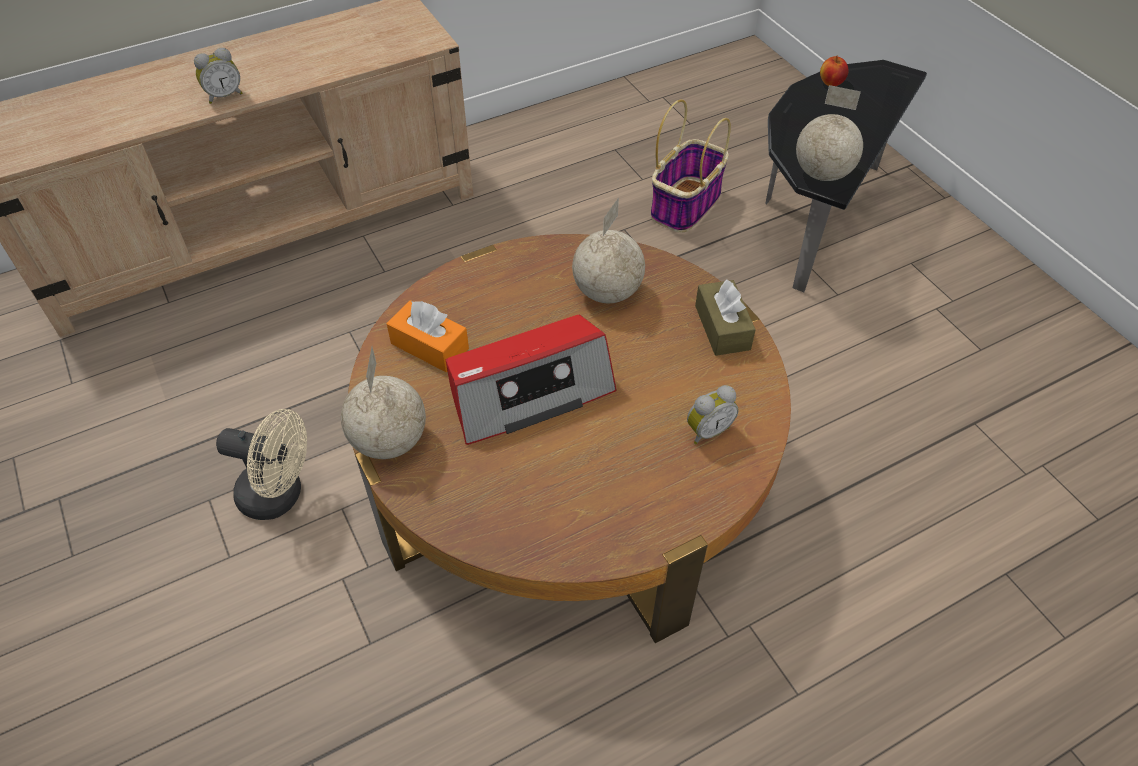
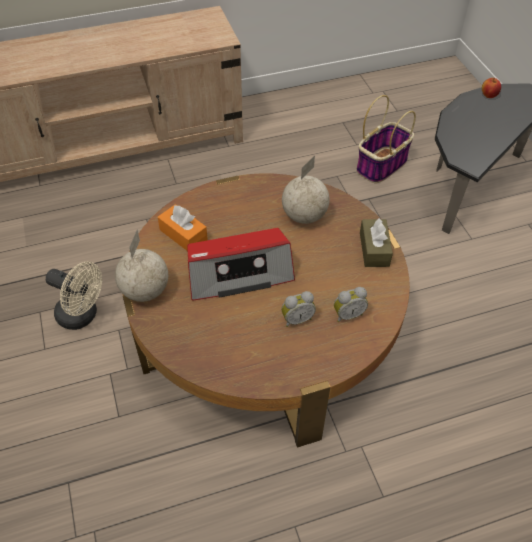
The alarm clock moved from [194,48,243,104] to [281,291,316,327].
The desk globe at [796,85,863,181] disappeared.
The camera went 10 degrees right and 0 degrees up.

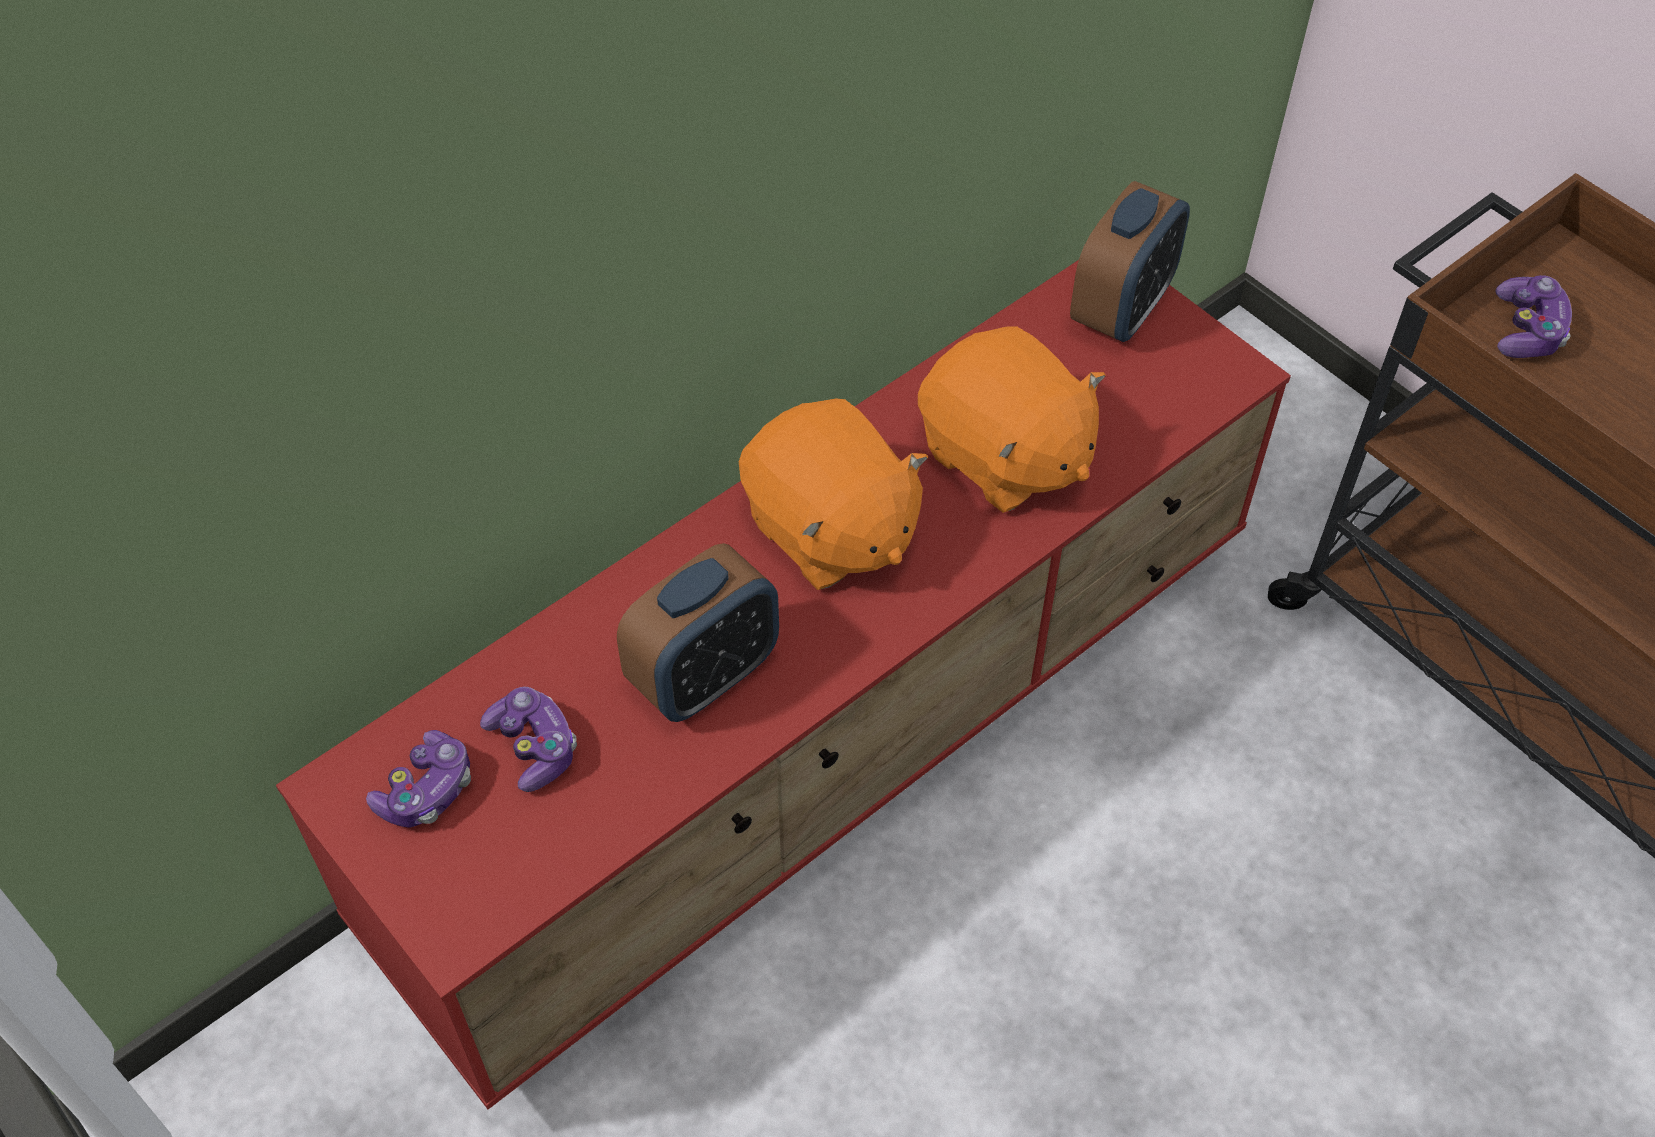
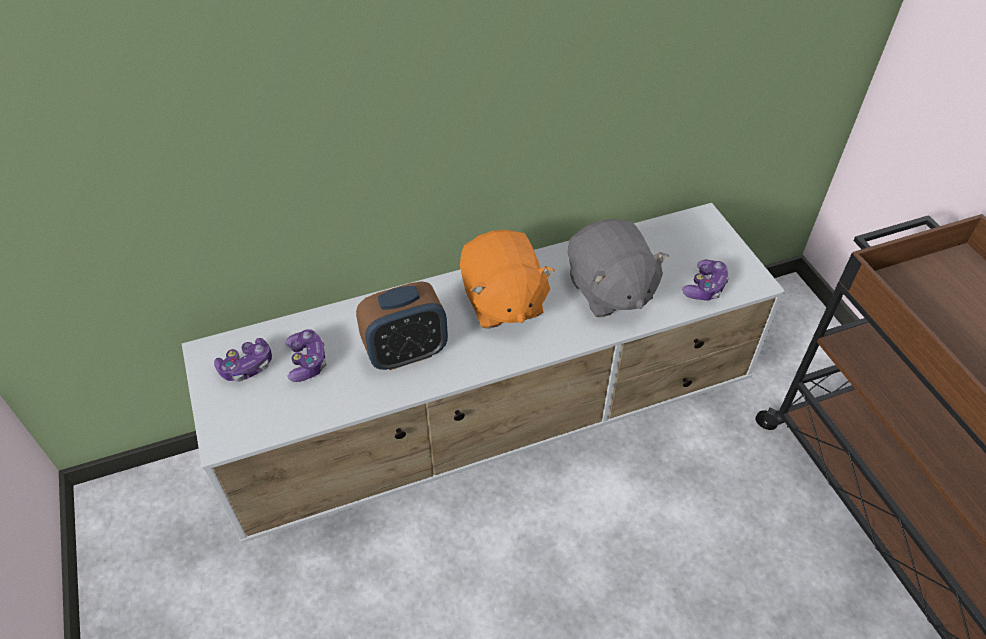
The red-coloured tv stand at [276,260,1291,1109] became the white tv stand at [182,203,785,544].
The orange-coloured cuddly toy at [918,326,1105,513] became the gray cuddly toy at [568,219,669,317].
The gamepad moved from [1495,275,1572,358] to [682,259,729,301].
The alarm clock at [1070,181,1190,342] disappeared.
The camera went 20 degrees right and 5 degrees down.

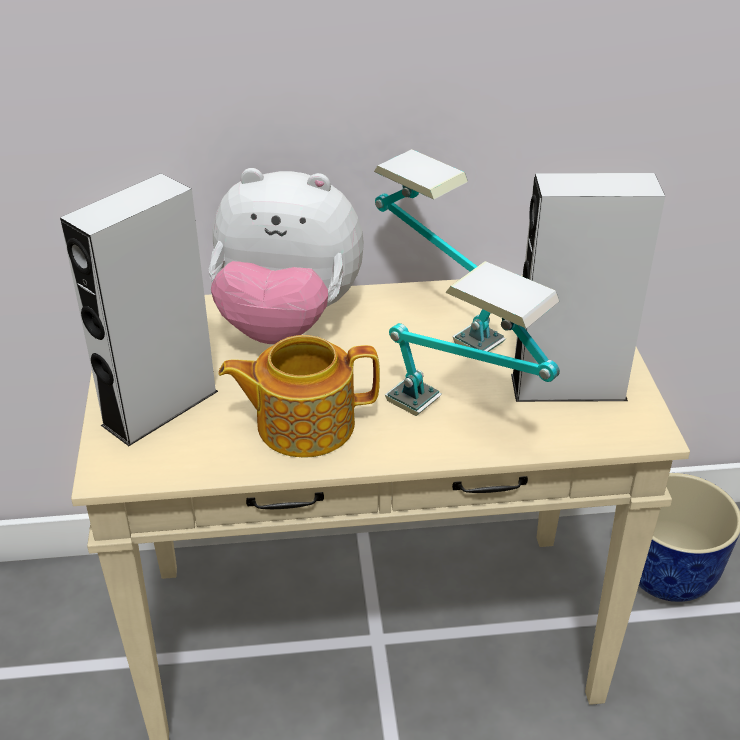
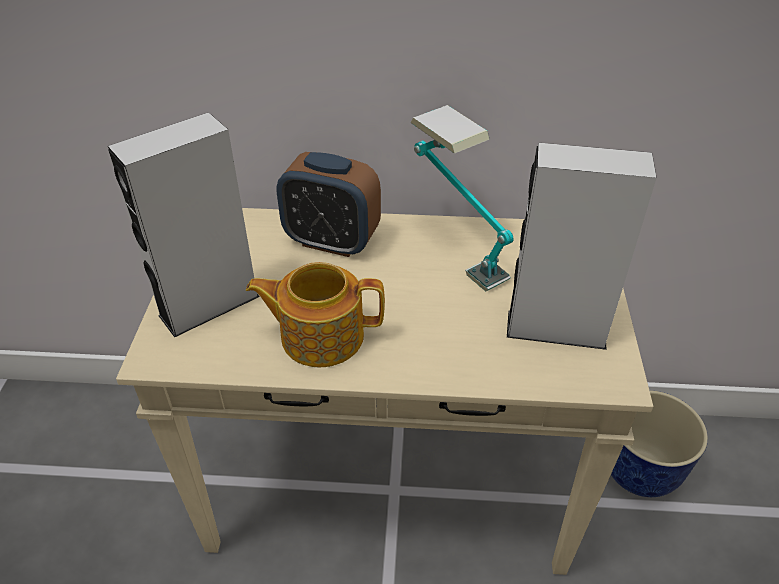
The cuddly toy at [209,168,364,344] was replaced by the alarm clock at [277,152,381,257].
The tabletop lamp at [385,261,560,416] disappeared.
The camera went 10 degrees right and 5 degrees up.

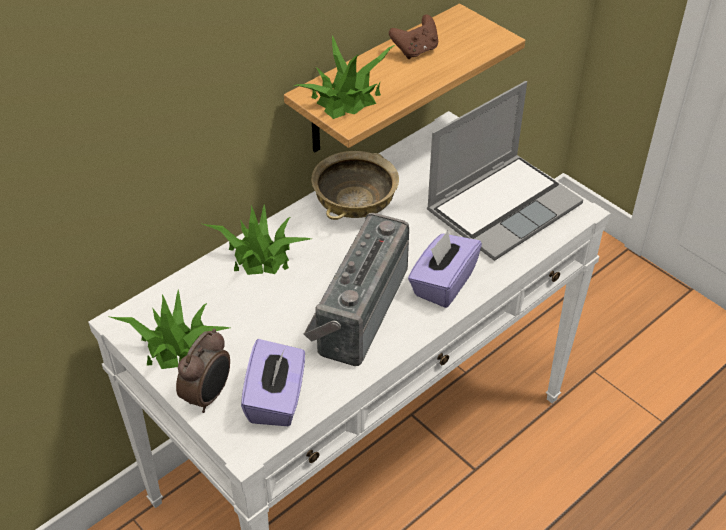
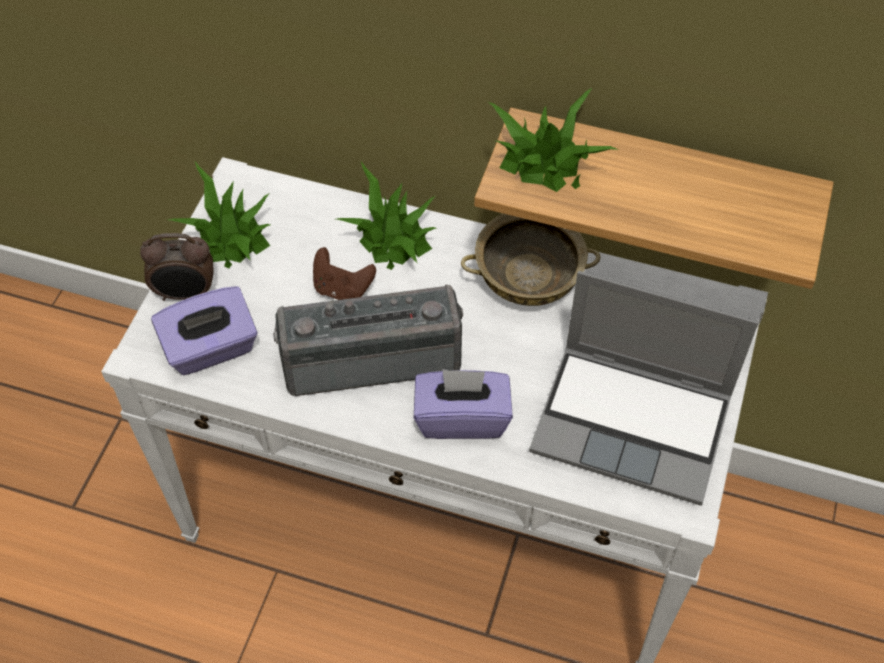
The brownish gamepad moved from [389,14,438,59] to [313,247,376,300].
The camera went 60 degrees right and 10 degrees up.

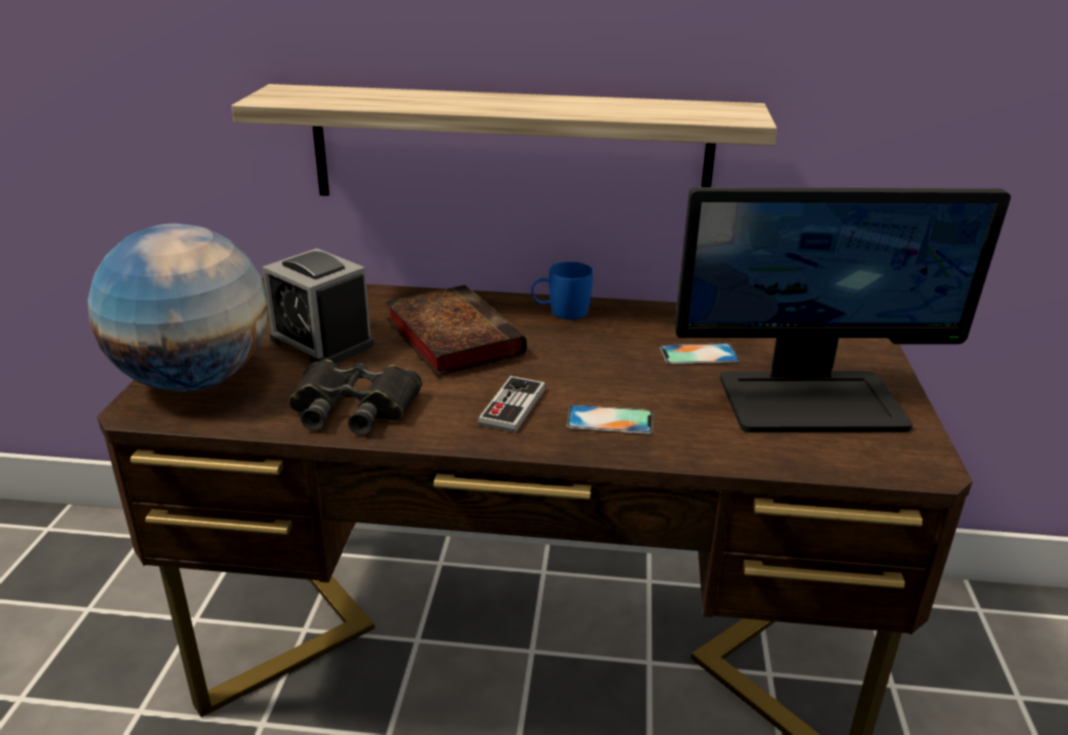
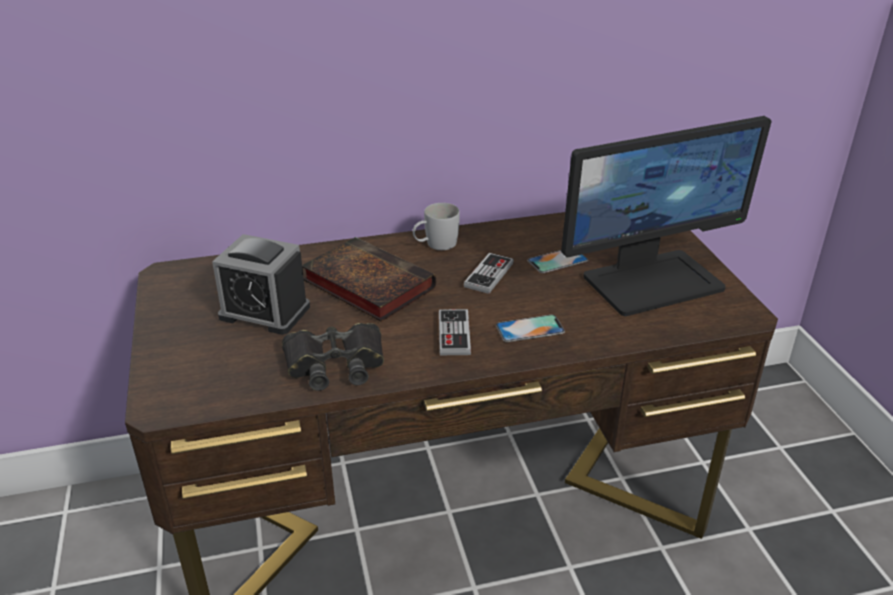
The blue mug at [531,262,593,320] became the white mug at [413,203,460,250].
The gamepad at [464,253,514,294] appeared.
The desk globe at [88,224,267,392] disappeared.
The bracket shelf at [231,84,777,196] disappeared.
The camera went 20 degrees left and 5 degrees up.

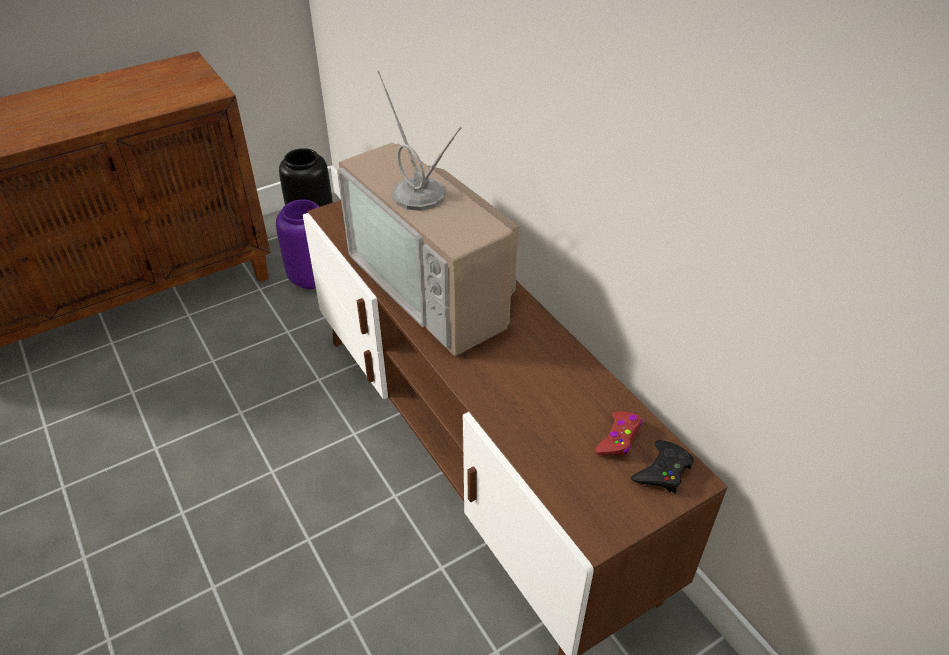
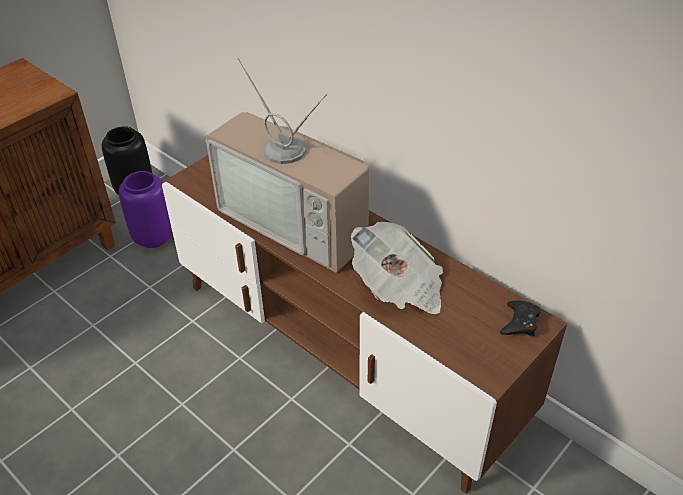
The newspaper at [351,222,443,314] appeared.
The red-coloured gamepad at [595,411,642,455] disappeared.
The camera went 15 degrees left and 0 degrees up.

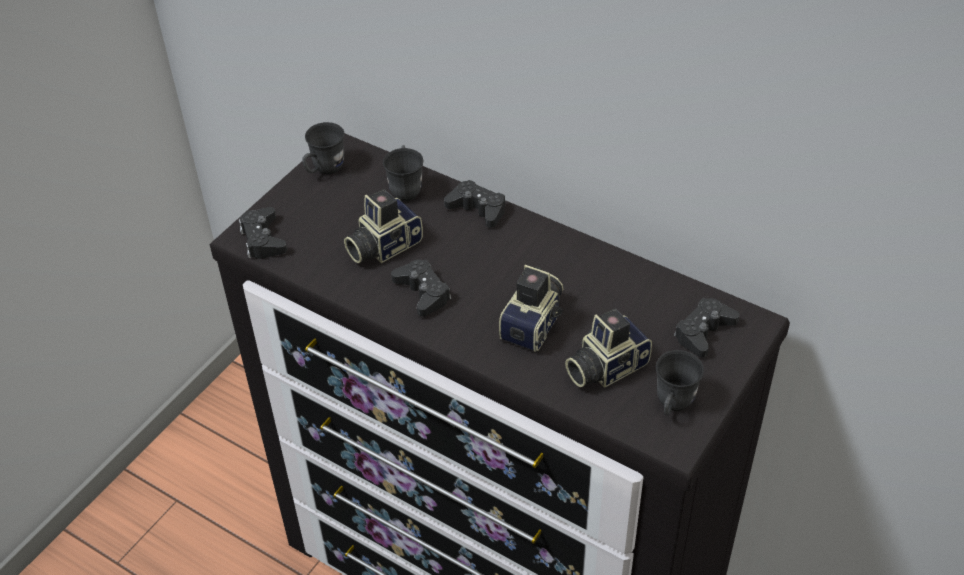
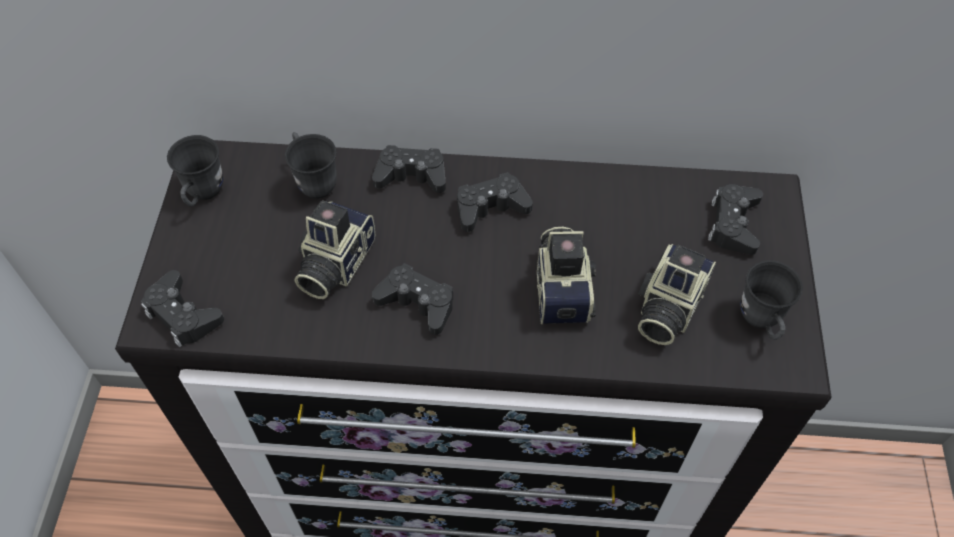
The black gamepad at [457,172,533,232] appeared.
The camera went 30 degrees left and 10 degrees up.

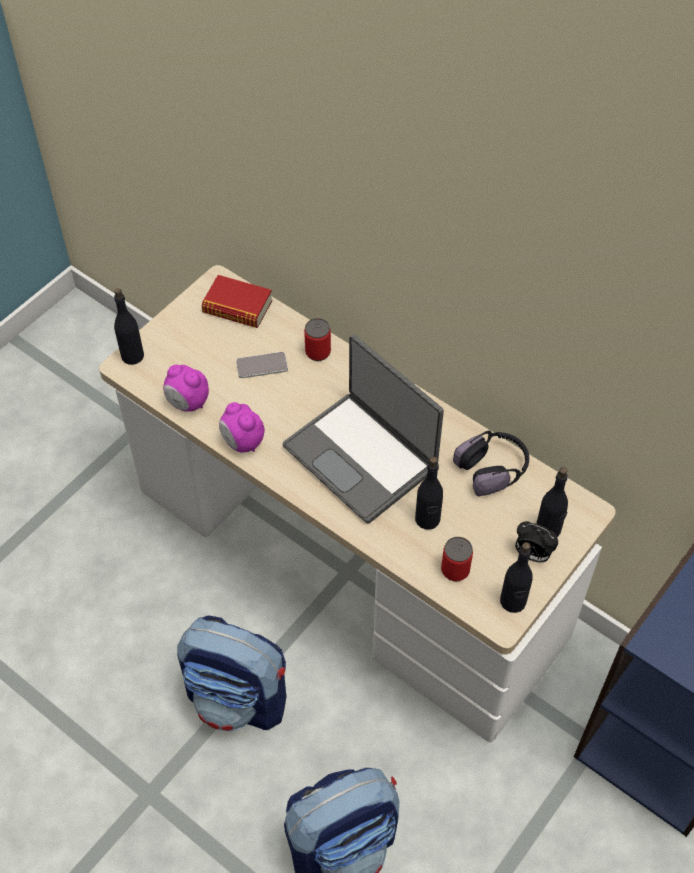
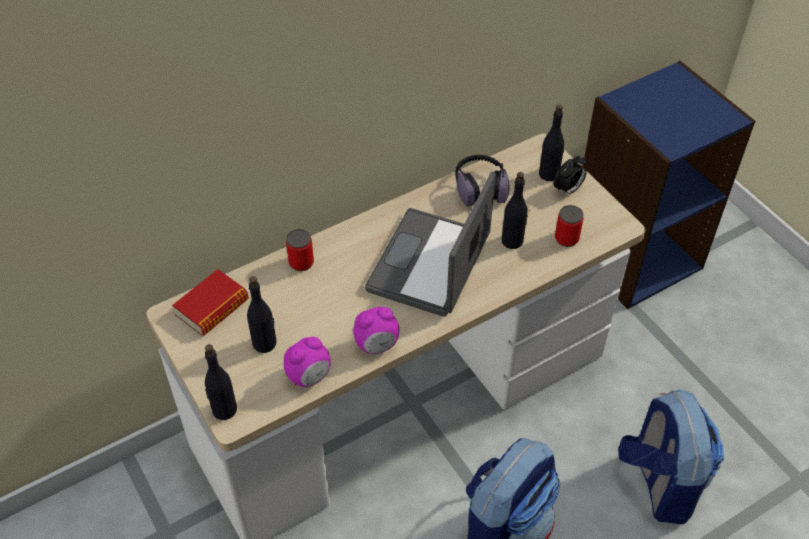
The black drink bottle moved from [500,542,533,613] to [247,276,277,353].
The laptop at [282,334,444,523] turned 135 degrees clockwise.
The phone at [236,352,288,378] disappeared.
The camera went 70 degrees left and 5 degrees down.

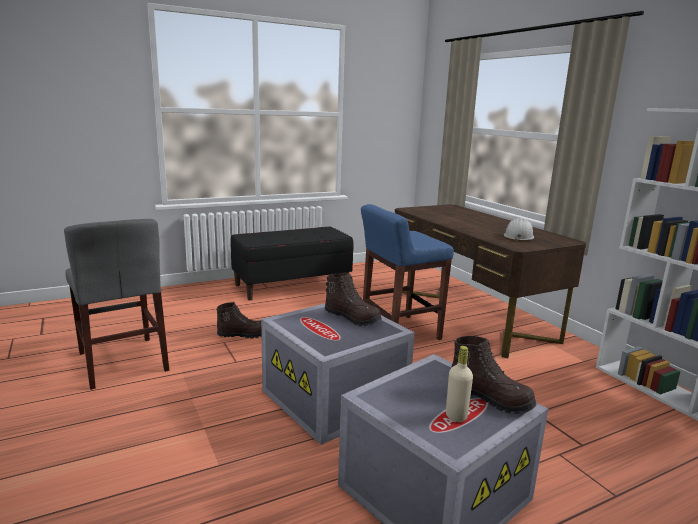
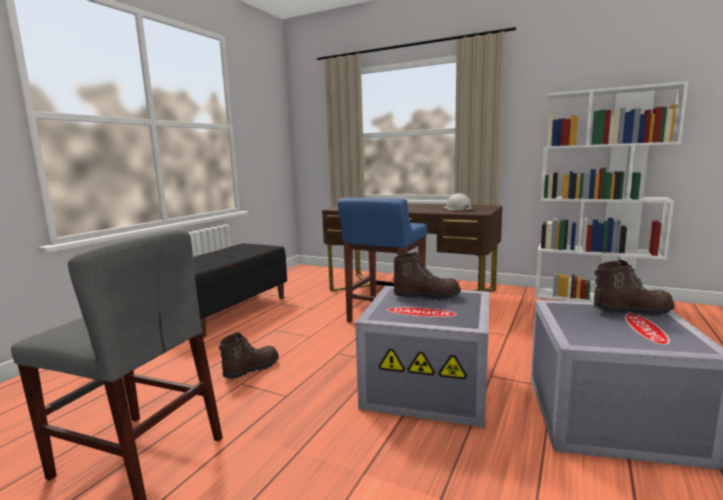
The beige-coloured drink bottle at [446,346,473,422] disappeared.
The camera went 35 degrees left and 5 degrees down.

